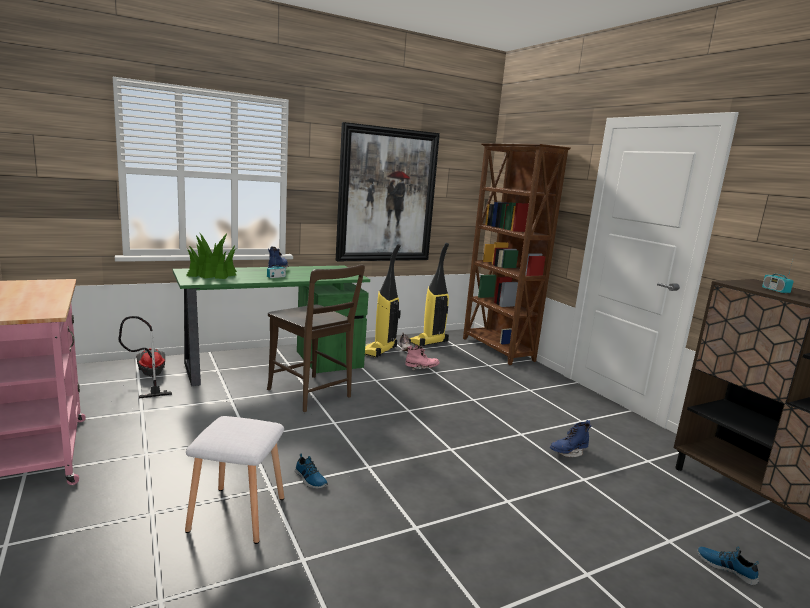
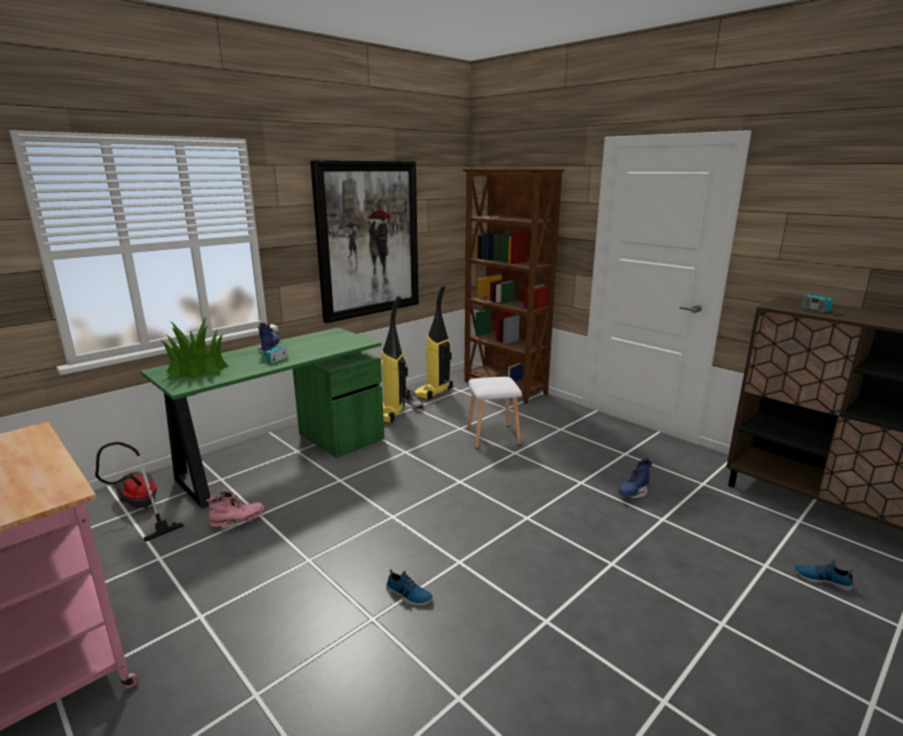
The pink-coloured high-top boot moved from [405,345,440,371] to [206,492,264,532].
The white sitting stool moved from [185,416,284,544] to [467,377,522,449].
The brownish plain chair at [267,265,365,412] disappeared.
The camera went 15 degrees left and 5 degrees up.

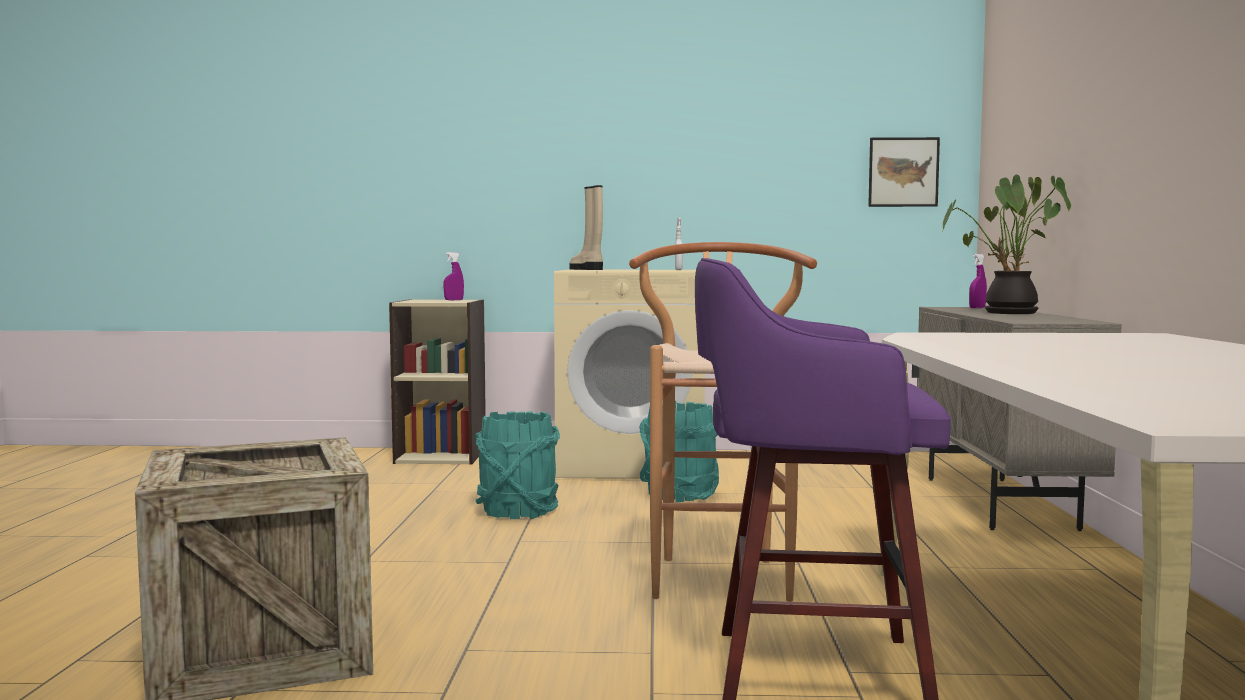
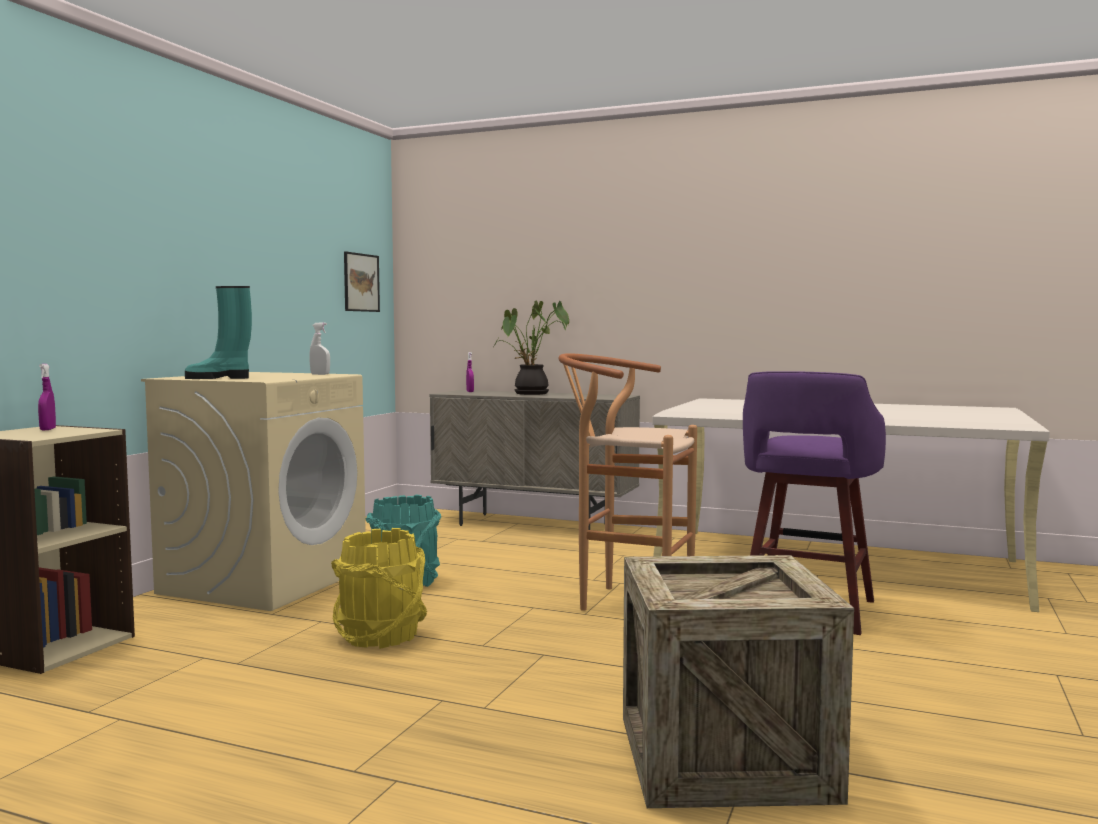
The beige-coloured high-top boot at [569,185,603,270] became the turquoise-coloured high-top boot at [185,286,252,379].
The turquoise-coloured bucket at [474,411,560,519] became the yellow-coloured bucket at [331,528,427,649].
The camera went 70 degrees left and 0 degrees up.

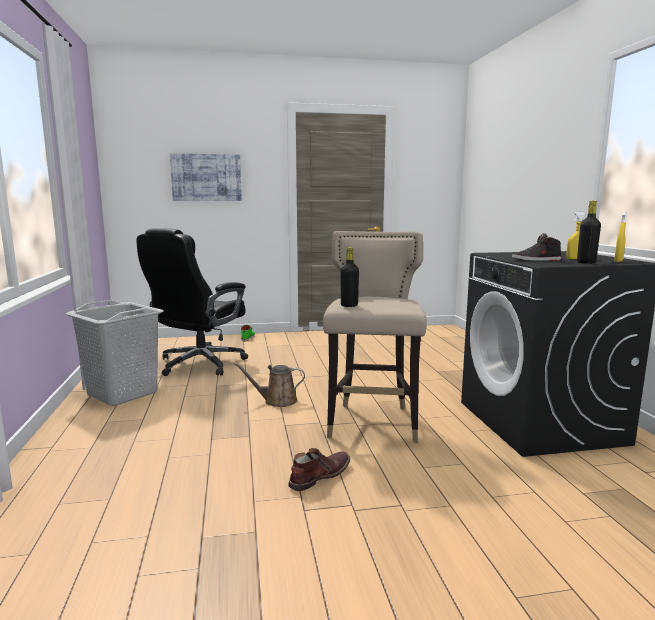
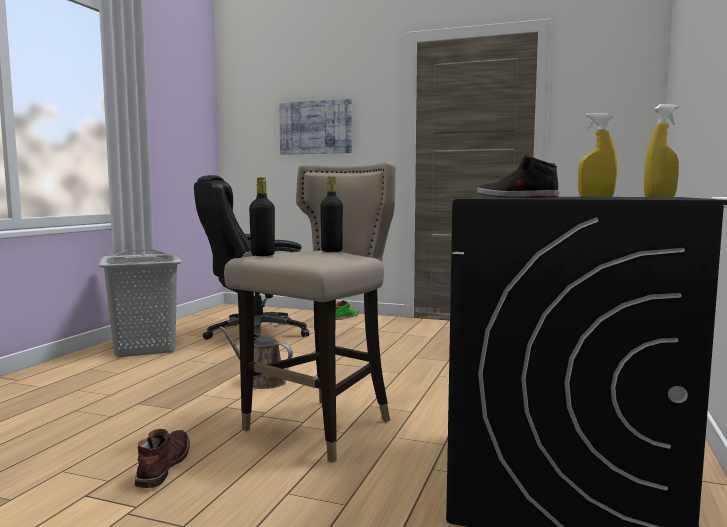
The brownish high-top boot at [288,448,350,491] turned 75 degrees counterclockwise.
The black drink bottle moved from [577,201,601,264] to [320,176,343,252].
The camera went 30 degrees right and 5 degrees down.

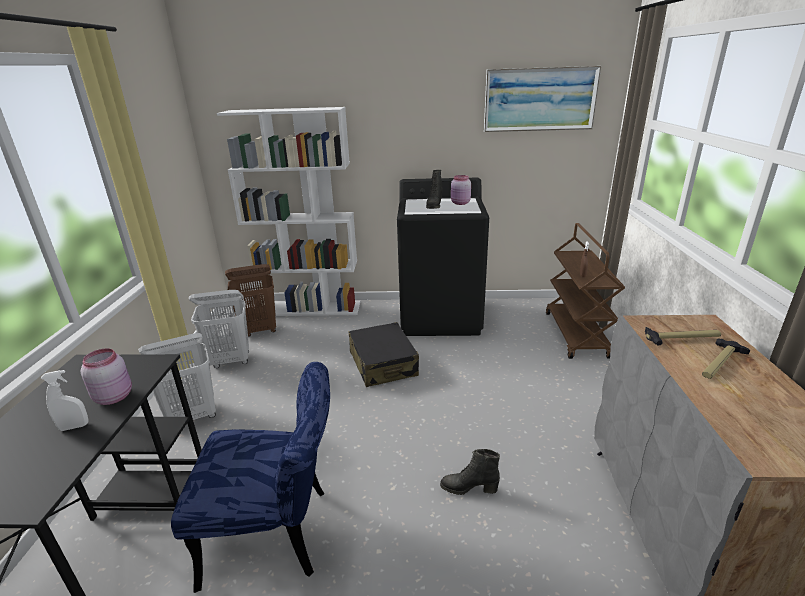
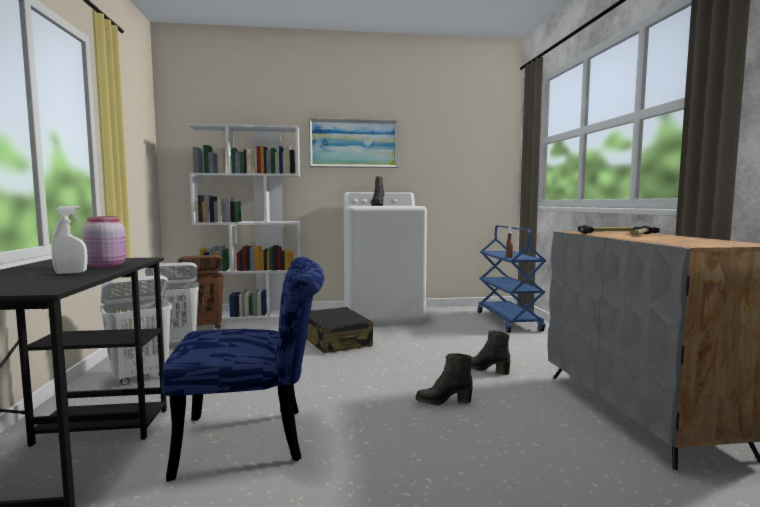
The wall picture moved from [484,66,601,132] to [309,118,399,168].
The black washing machine at [397,178,489,336] became the white washing machine at [344,192,427,326].
The black high-top boot at [471,330,511,375] appeared.
The brownish wheeled cart at [546,223,625,359] became the blue wheeled cart at [478,225,547,333].
The pink-coloured preserve jar at [451,175,471,205] disappeared.
The camera went 10 degrees left and 20 degrees down.

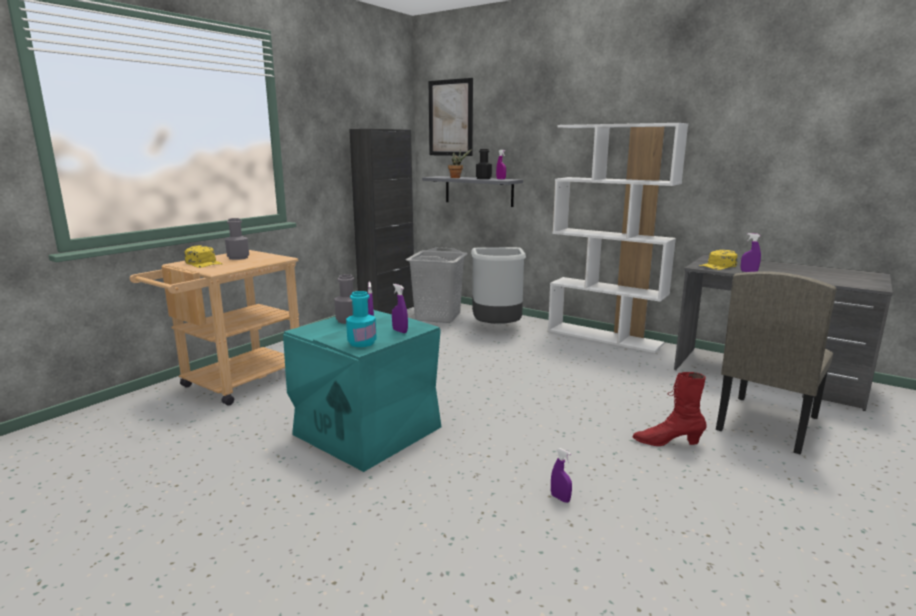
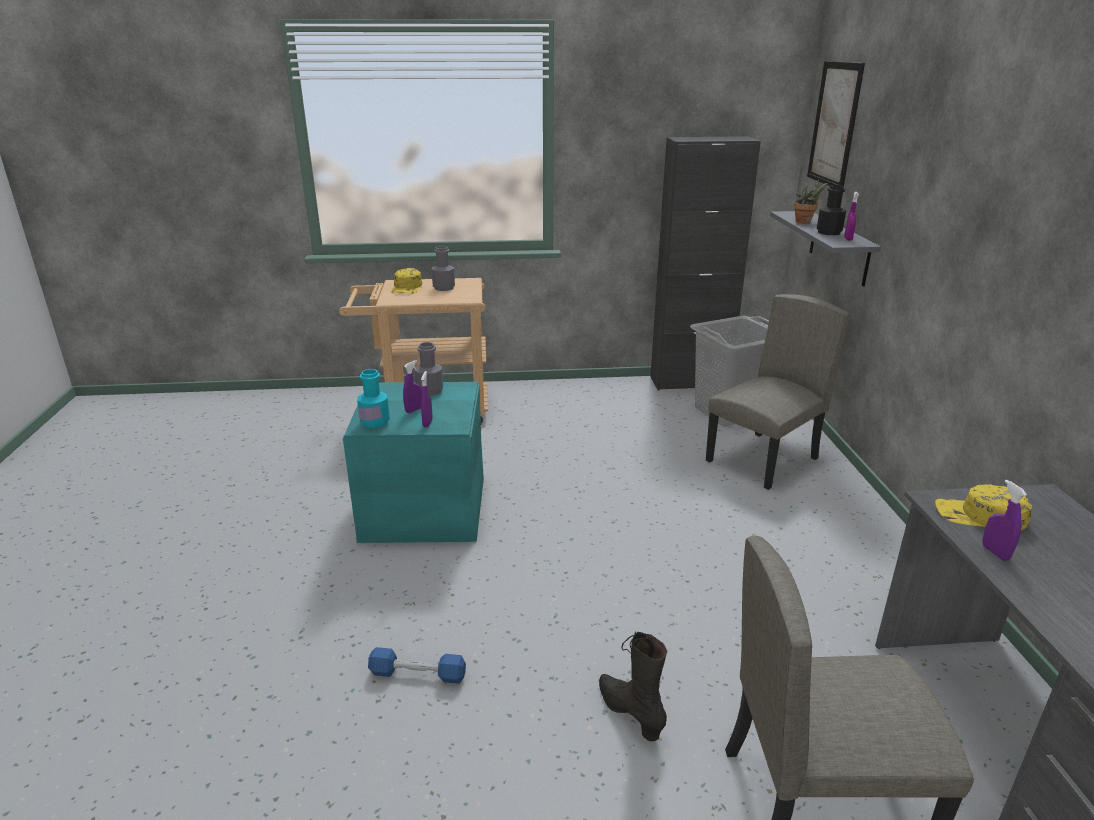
The purple-coloured spray bottle at [551,448,572,503] was replaced by the blue dumbbell at [368,647,466,684].
The red-coloured high-top boot at [632,372,706,446] became the black high-top boot at [599,631,667,741].
The gray trash can at [471,247,526,324] was replaced by the beige-coloured plain chair at [706,294,850,490].
The white bookcase at [548,123,688,353] disappeared.
The camera went 50 degrees right and 10 degrees up.

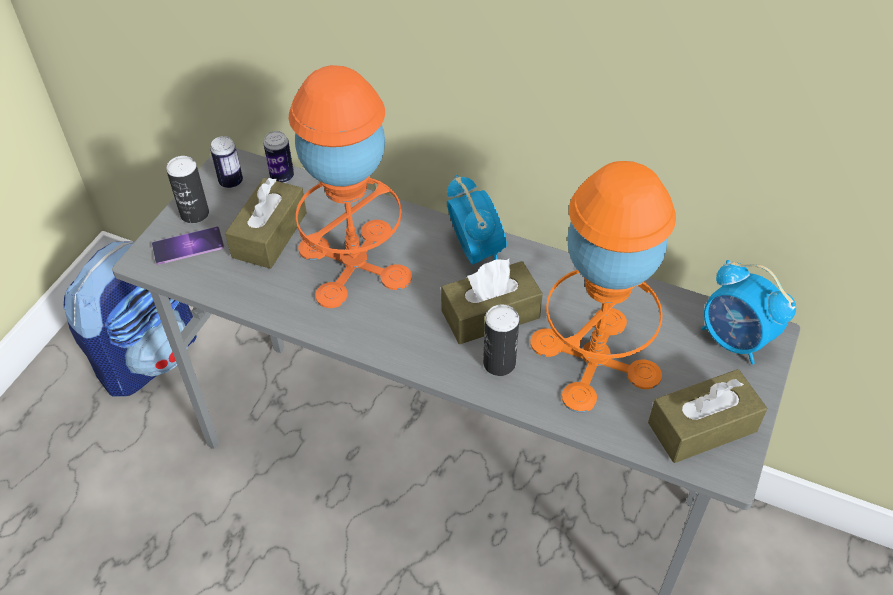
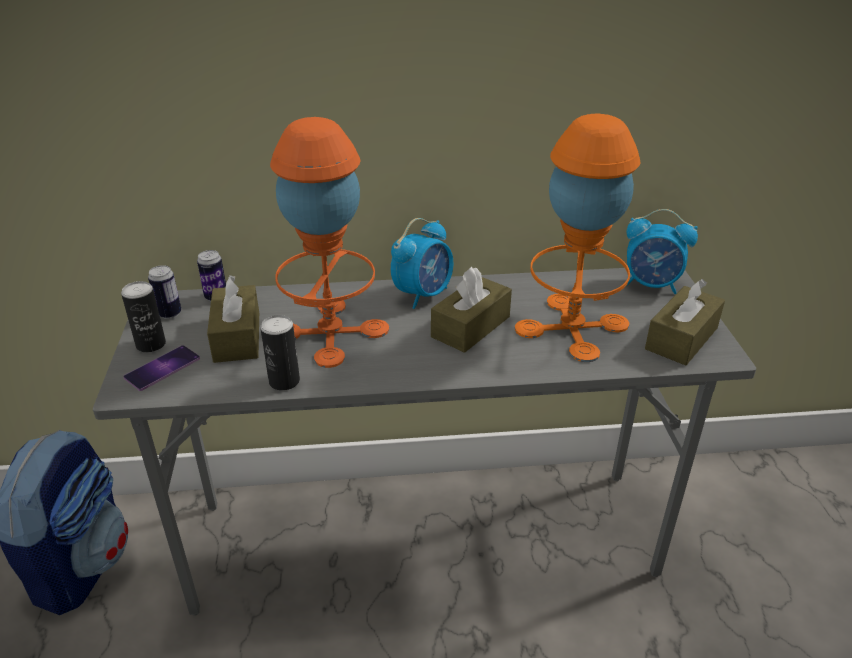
The sealed can moved from [483,304,519,376] to [260,315,300,390].
The alarm clock at [447,175,507,265] turned 90 degrees clockwise.
The camera went 30 degrees left and 15 degrees down.

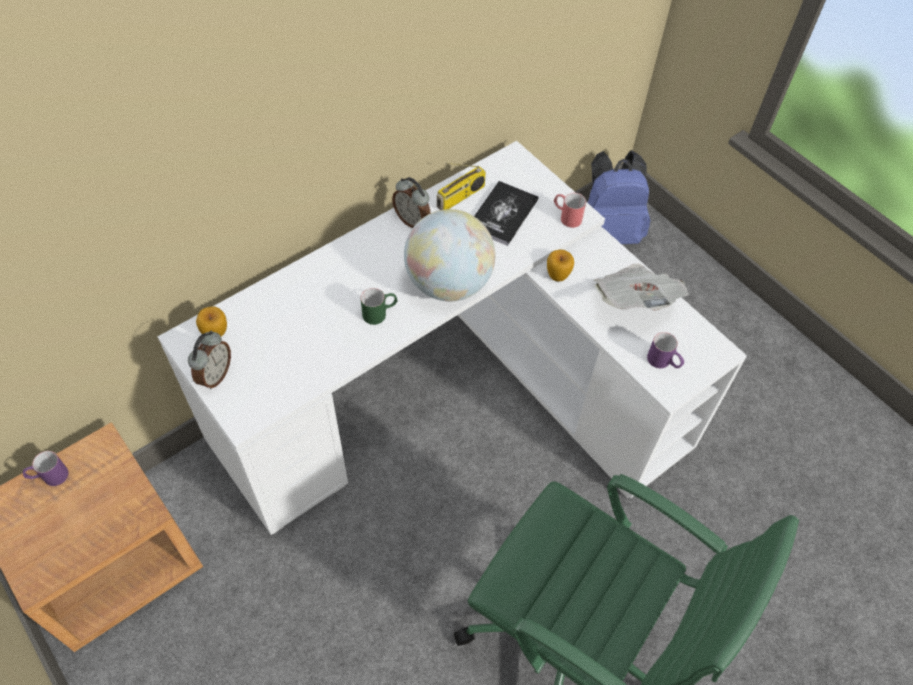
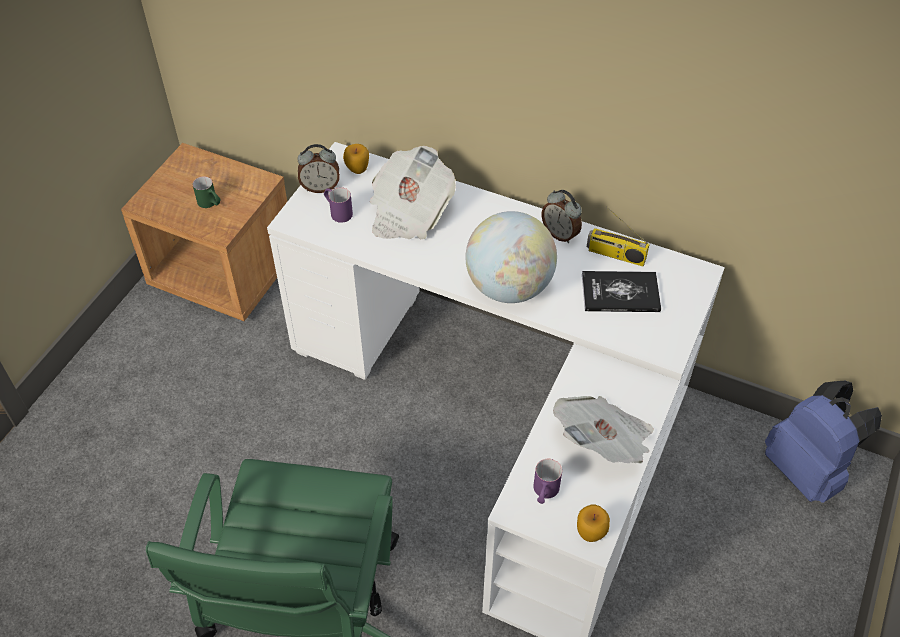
The green mug moved from [361,288,397,325] to [193,176,220,208].
The purple-coloured mug moved from [23,451,68,486] to [324,187,353,223].
The newspaper at [370,146,456,240] appeared.
The alarm clock at [392,177,430,228] turned 60 degrees counterclockwise.
The apple fruit moved from [547,250,574,282] to [577,504,610,542].
The red-coloured mug at [554,193,586,228] disappeared.
The camera went 65 degrees right and 5 degrees down.

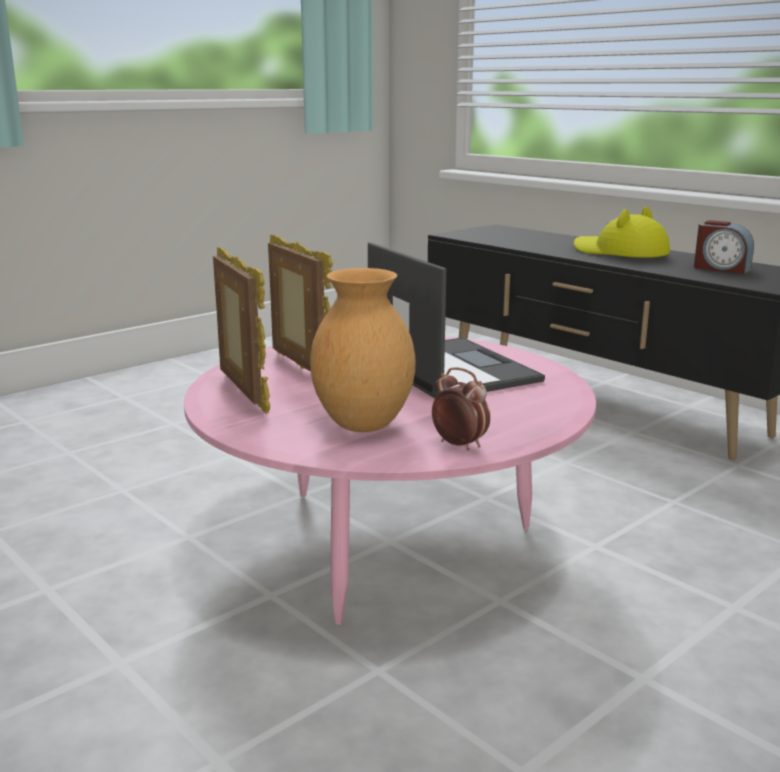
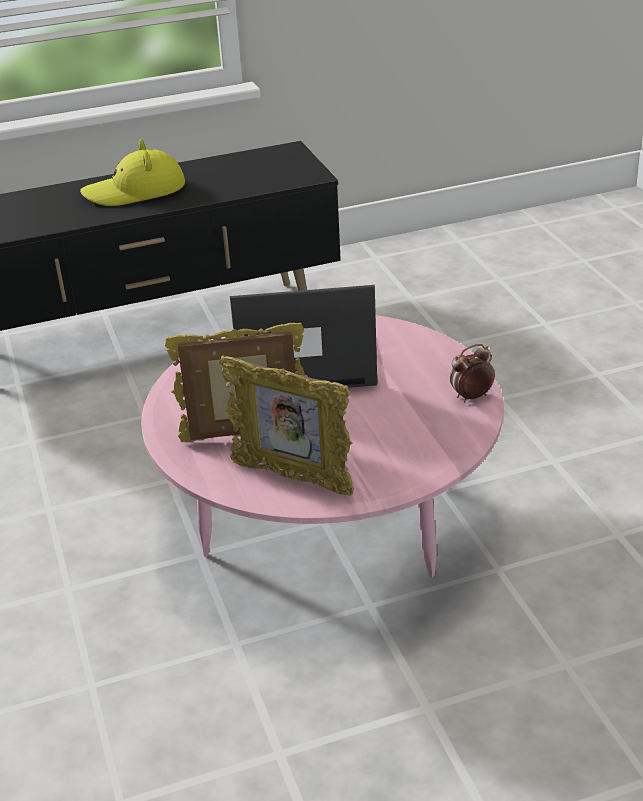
The photo frame at [213,247,270,414] turned 150 degrees counterclockwise.
The brownish vase at [310,268,416,432] disappeared.
The alarm clock at [694,220,754,274] disappeared.
The camera went 65 degrees left and 15 degrees up.

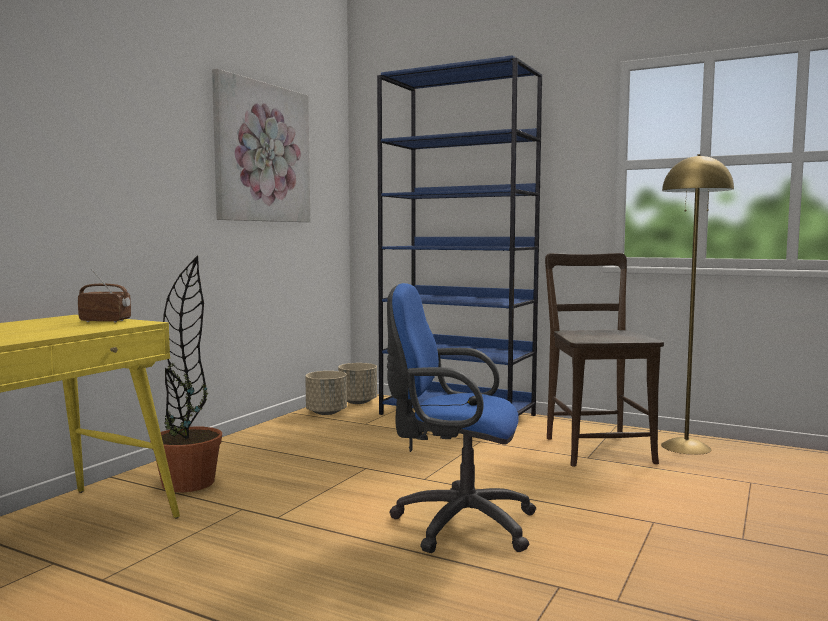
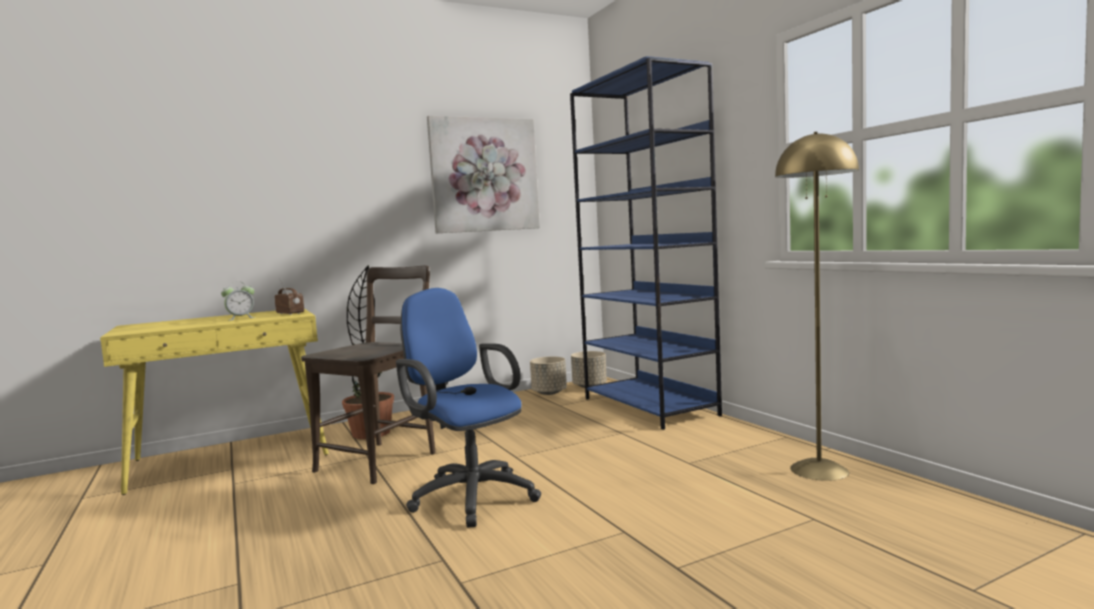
The alarm clock at [221,281,256,321] appeared.
The brownish plain chair moved from [545,253,664,467] to [301,265,436,484].
The camera went 35 degrees right and 0 degrees up.

